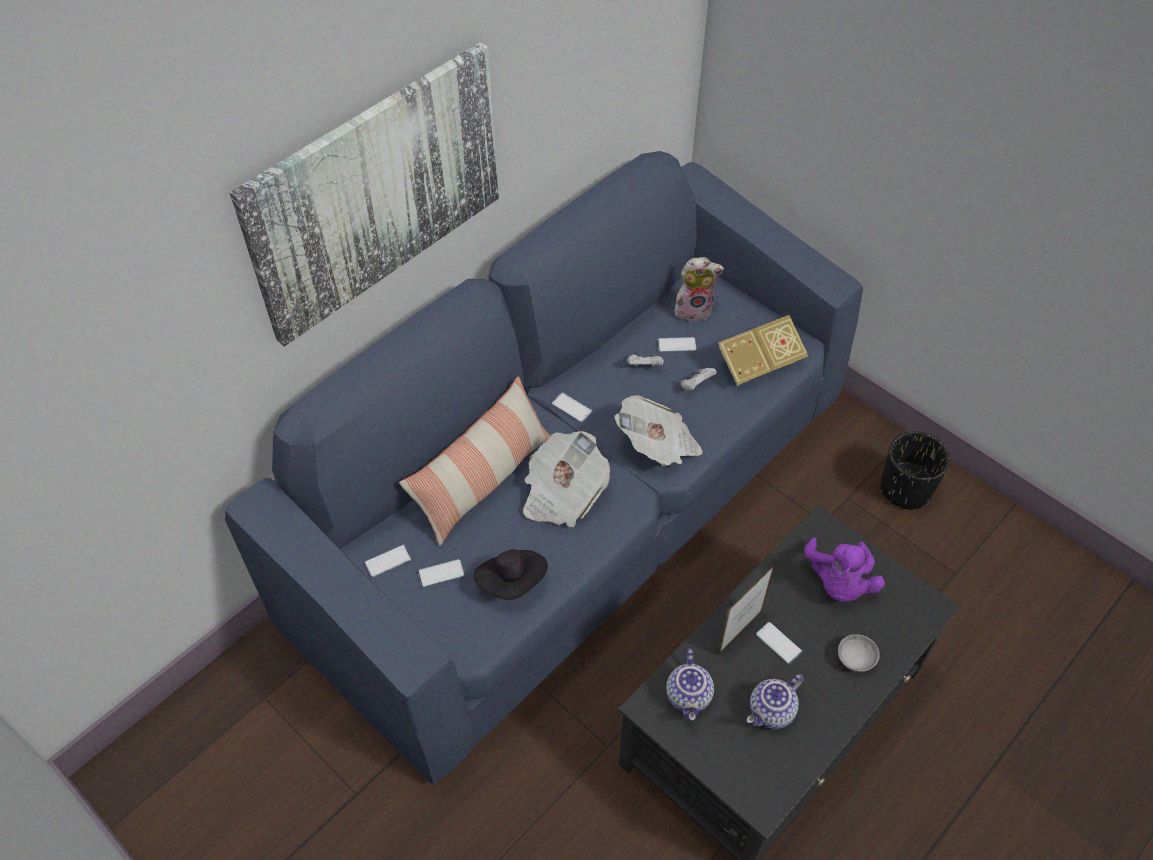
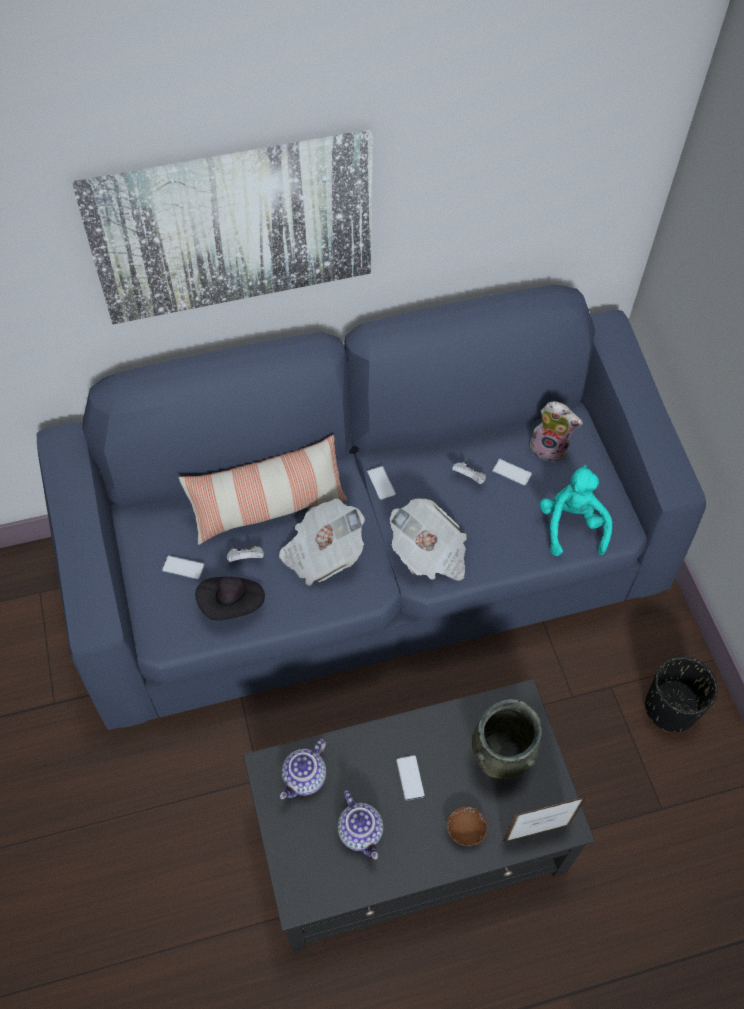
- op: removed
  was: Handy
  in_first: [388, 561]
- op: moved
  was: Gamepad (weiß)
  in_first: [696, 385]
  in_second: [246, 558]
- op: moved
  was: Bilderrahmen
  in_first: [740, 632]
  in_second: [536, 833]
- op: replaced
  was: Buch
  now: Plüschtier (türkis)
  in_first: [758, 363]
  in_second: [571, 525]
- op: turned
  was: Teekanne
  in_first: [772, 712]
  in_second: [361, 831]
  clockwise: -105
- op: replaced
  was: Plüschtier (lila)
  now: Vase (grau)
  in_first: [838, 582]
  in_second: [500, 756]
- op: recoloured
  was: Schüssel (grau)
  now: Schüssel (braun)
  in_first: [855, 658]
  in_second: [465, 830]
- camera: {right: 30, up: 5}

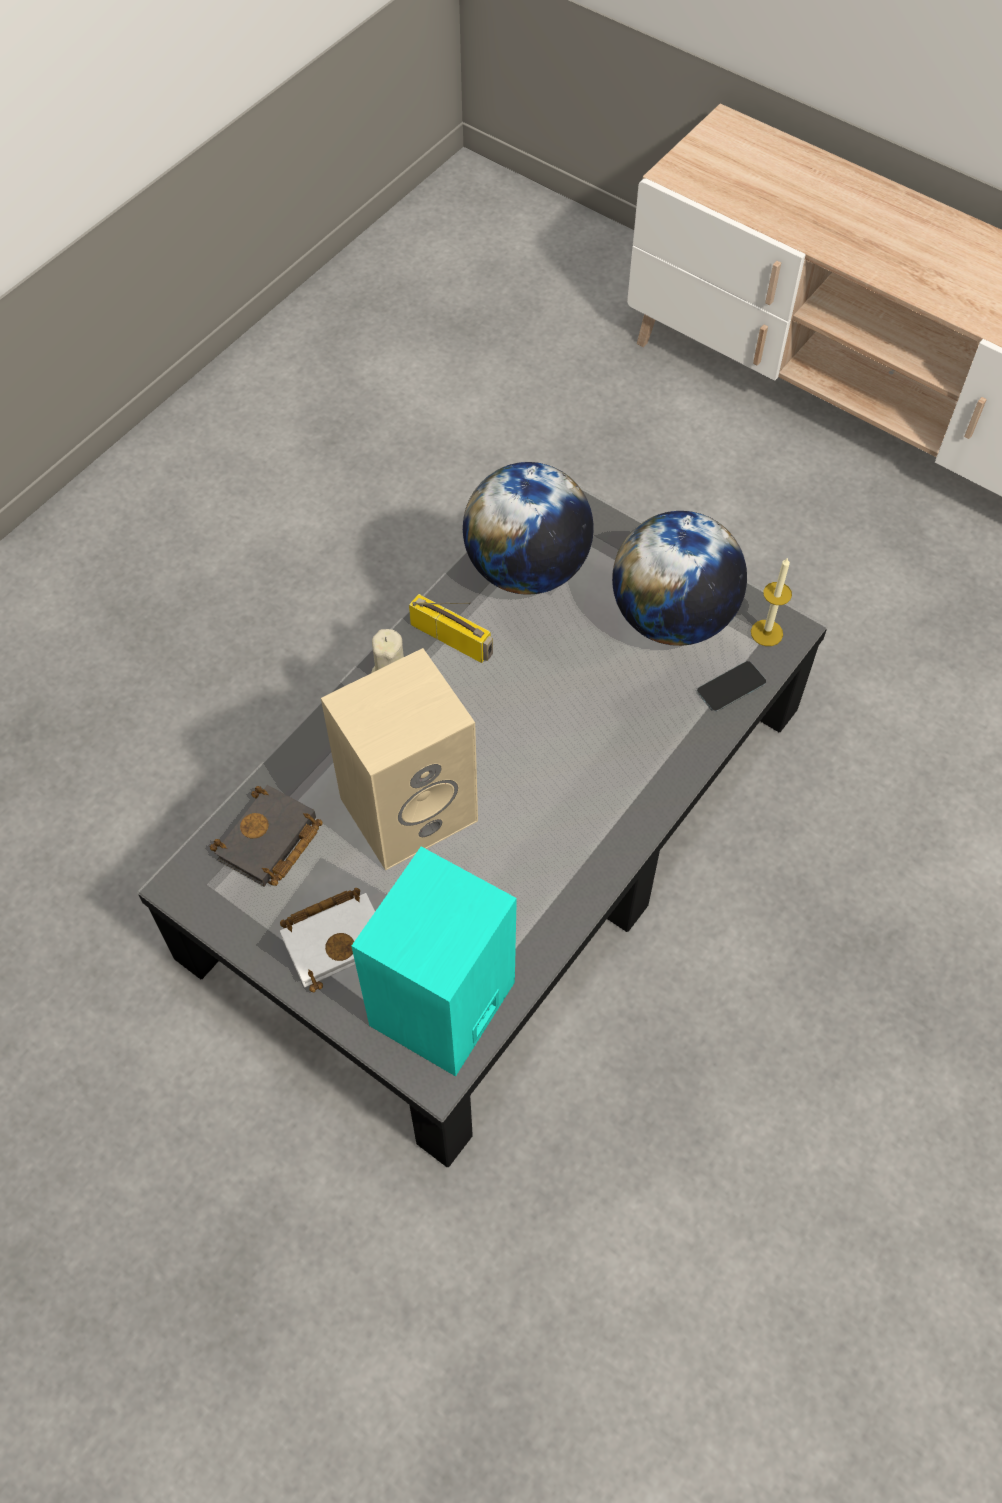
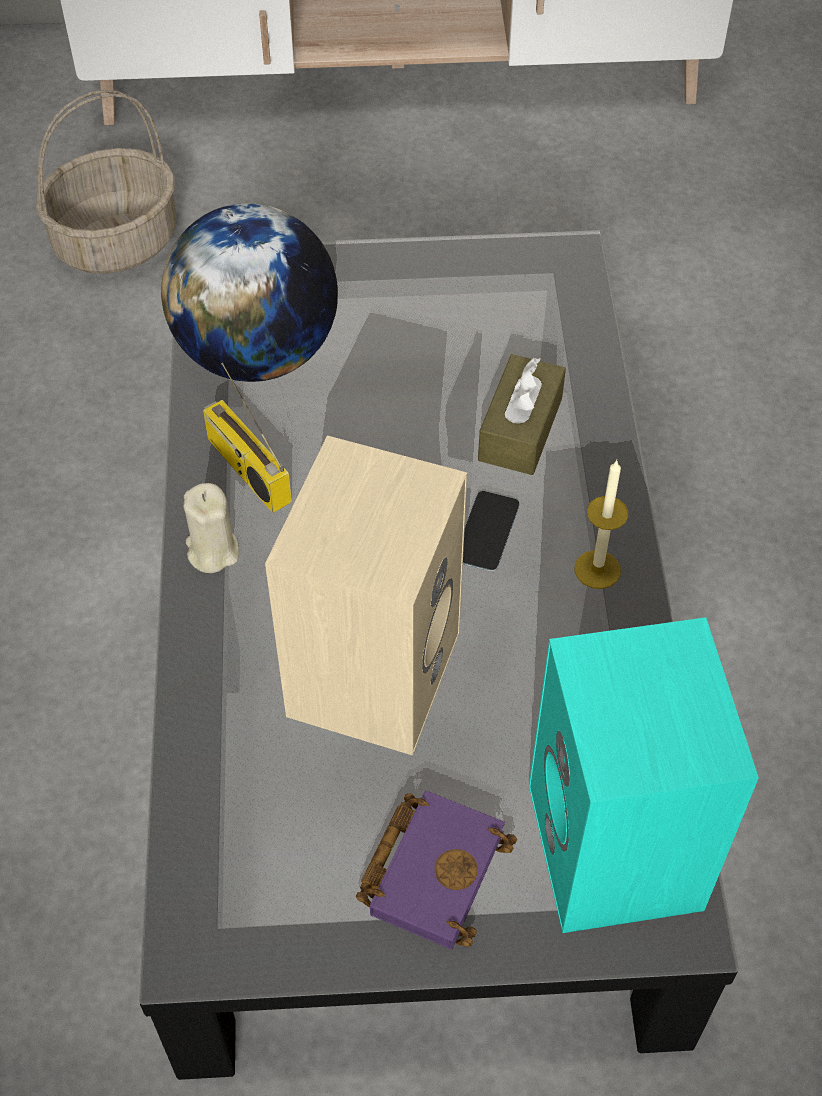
- op: removed
  was: Buch (schwarz)
  in_first: [269, 843]
- op: recoloured
  was: Buch (weiß)
  now: Buch (lila)
  in_first: [337, 938]
  in_second: [433, 868]
- op: turned
  was: Radio
  in_first: [453, 638]
  in_second: [246, 469]
  clockwise: -120
- op: removed
  was: Globus
  in_first: [672, 618]
- op: moved
  was: Handy
  in_first: [731, 687]
  in_second: [487, 531]
- op: moved
  was: Kerze
  in_first: [766, 633]
  in_second: [597, 569]
- op: added
  now: Korb
  in_second: [117, 241]
- op: added
  now: Taschentuchbox (braun)
  in_second: [520, 429]
- camera: {right: -40, up: -5}

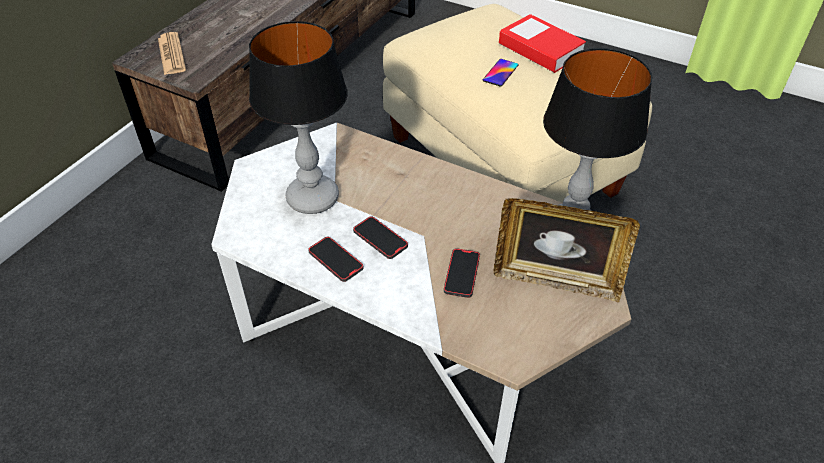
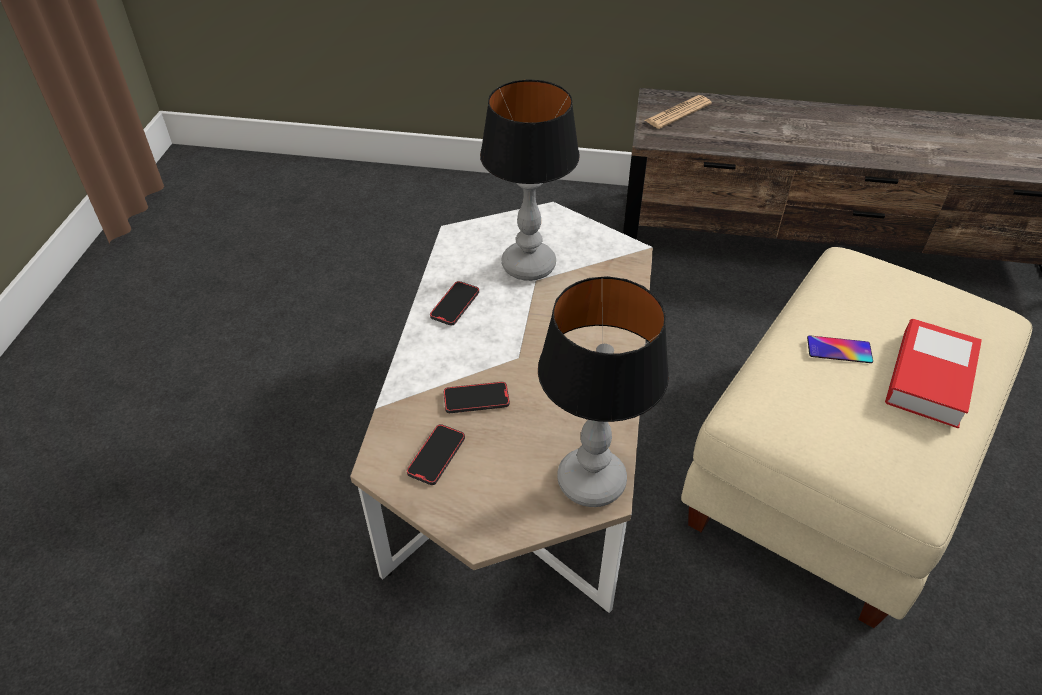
- op: moved
  was: Handy
  in_first: [380, 239]
  in_second: [436, 456]
- op: removed
  was: Bilderrahmen
  in_first: [556, 279]
- camera: {right: 70, up: 0}

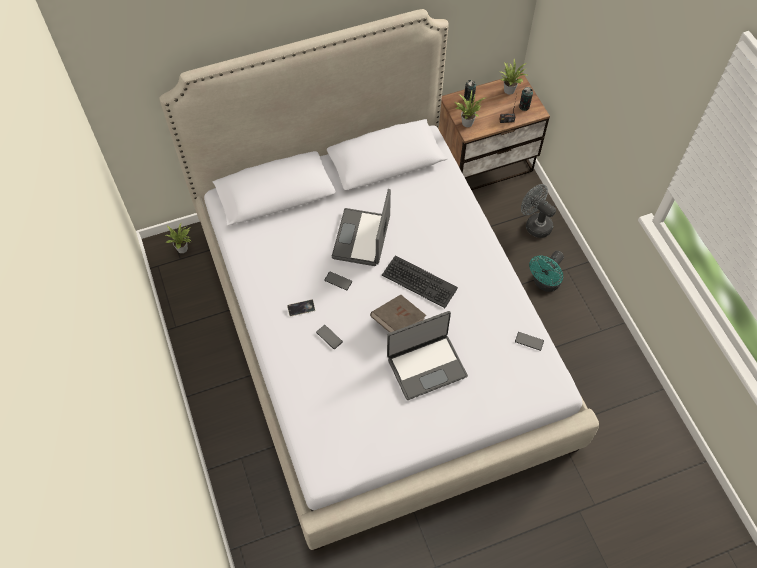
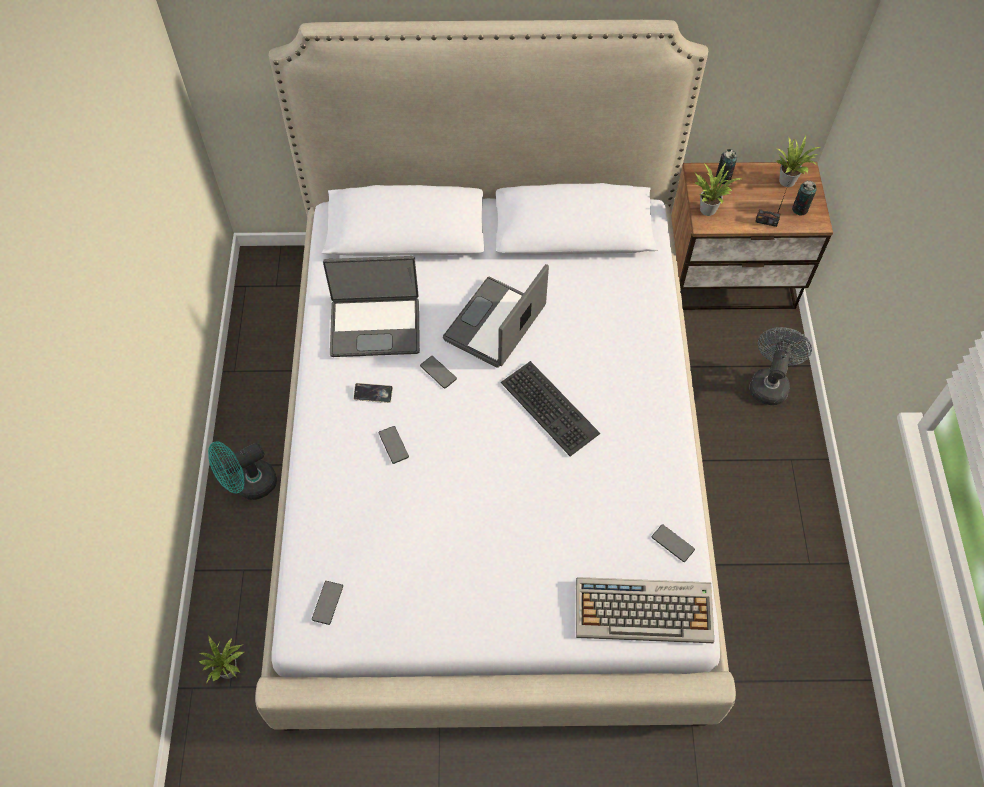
- op: moved
  was: Topfpflanze
  in_first: [184, 248]
  in_second: [231, 670]
- op: removed
  was: Buch (braun)
  in_first: [398, 321]
- op: moved
  was: Laptop
  in_first: [426, 366]
  in_second: [375, 326]
- op: turned
  was: Ventilator (grau)
  in_first: [535, 224]
  in_second: [769, 383]
  clockwise: 45
- op: moved
  was: Ventilator (türkis)
  in_first: [544, 283]
  in_second: [249, 485]
- op: added
  now: Handy
  in_second: [327, 603]
- op: added
  now: Tastatur
  in_second: [645, 610]
- camera: {right: 20, up: 0}

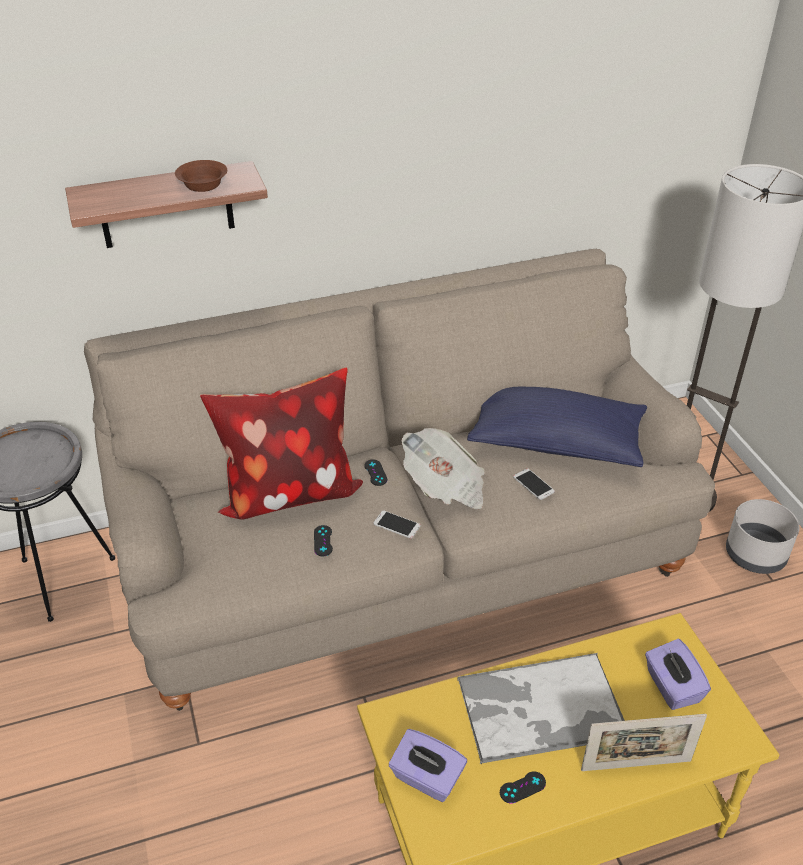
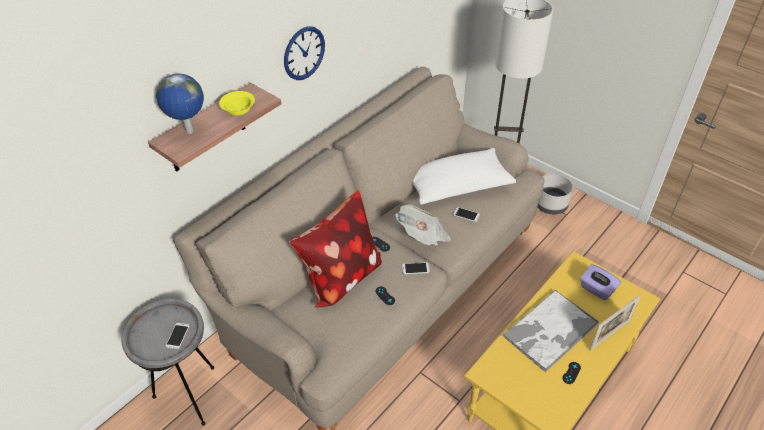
- op: recoloured
  was: Schüssel (braun)
  now: Schüssel (gelb)
  in_first: [201, 185]
  in_second: [237, 109]
- op: removed
  was: Taschentuchbox (lila)
  in_first: [426, 778]
- op: recoloured
  was: Kissen (blau)
  now: Kissen (weiß)
  in_first: [556, 442]
  in_second: [457, 186]
- op: added
  now: Globus
  in_second: [189, 132]
- op: added
  now: Handy
  in_second: [177, 336]
- op: added
  now: Wanduhr
  in_second: [304, 53]
- camera: {right: -30, up: 5}

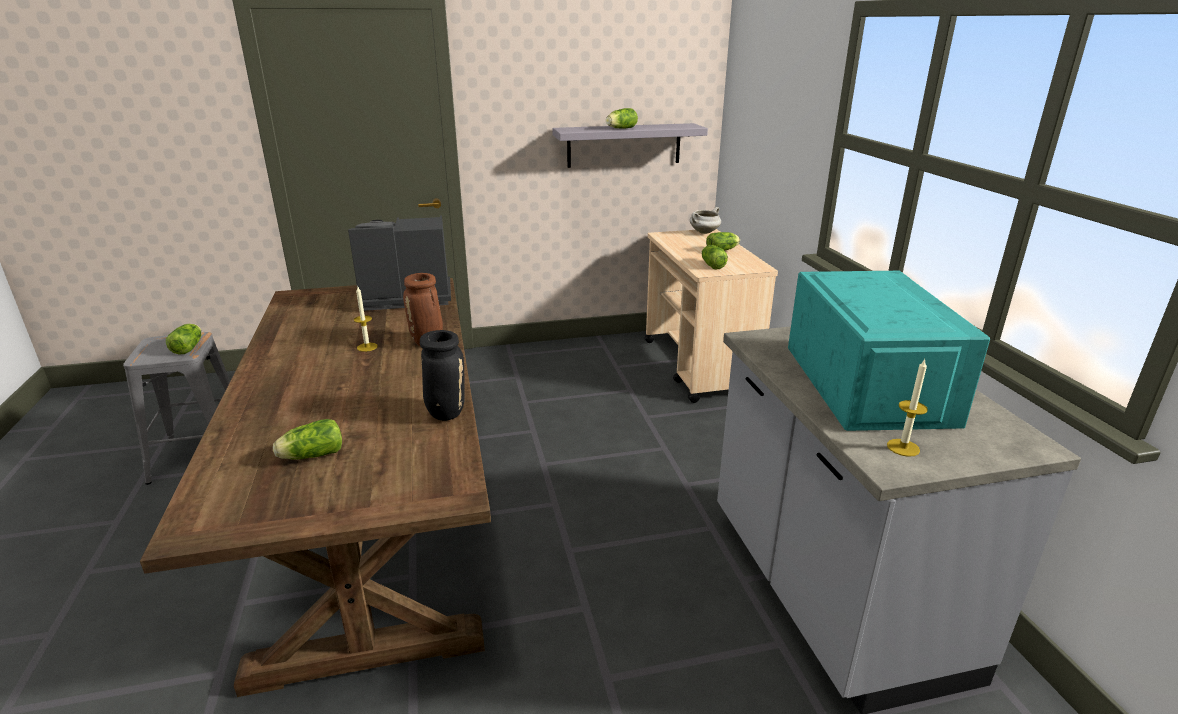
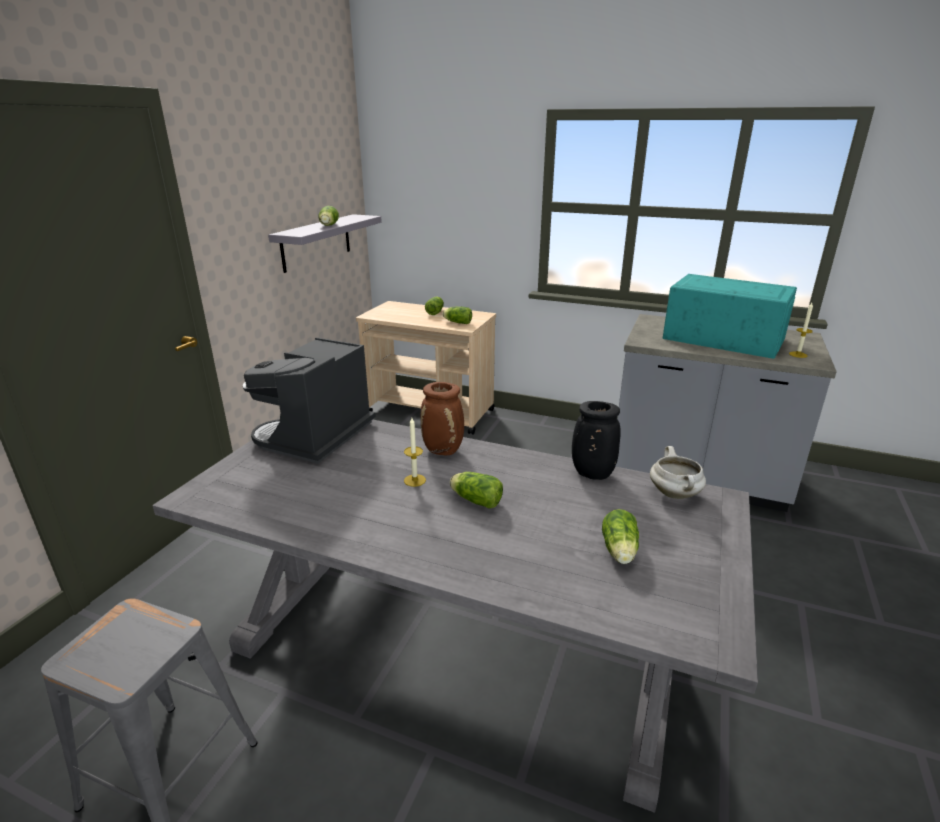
- op: recoloured
  was: Esstisch (braun)
  now: Esstisch (grau)
  in_first: [375, 513]
  in_second: [456, 641]
- op: moved
  was: Salatkopf
  in_first: [189, 347]
  in_second: [475, 500]
- op: moved
  was: Kochtopf (weiß)
  in_first: [704, 232]
  in_second: [675, 494]
- camera: {right: -55, up: 0}

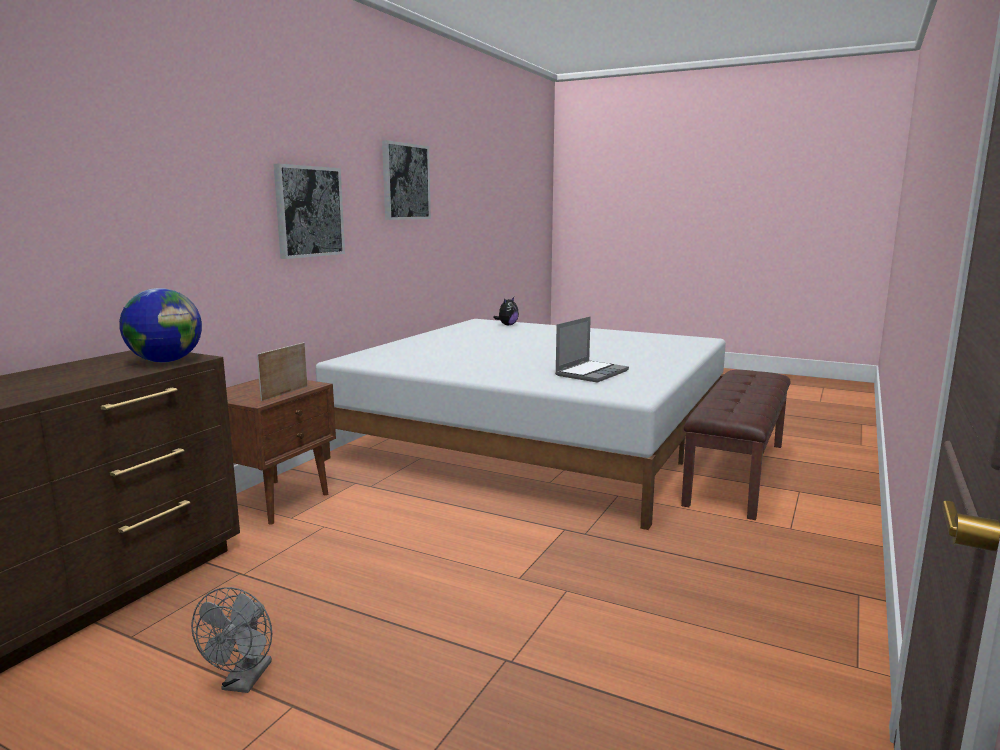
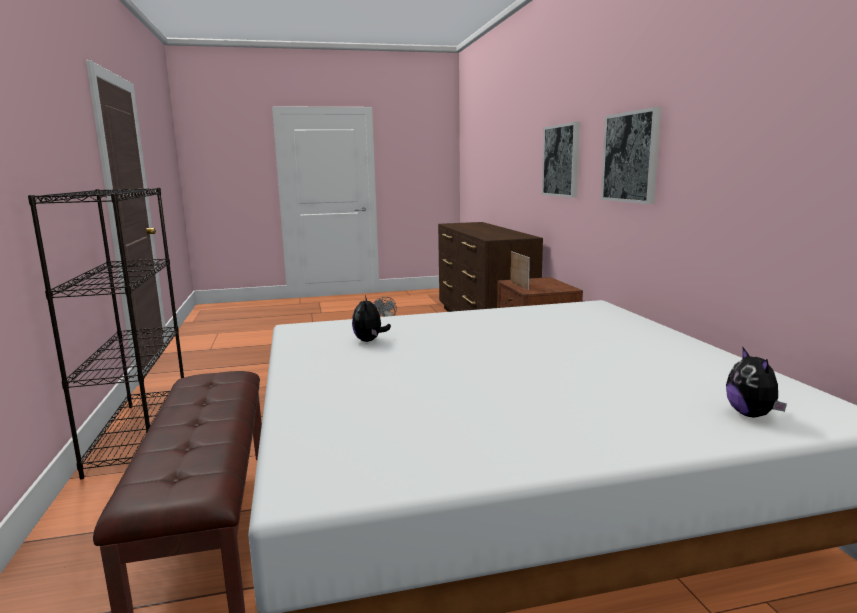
- op: removed
  was: Globus
  in_first: [166, 361]
- op: moved
  was: Bild
  in_first: [405, 181]
  in_second: [561, 160]
- op: replaced
  was: Laptop
  now: Plüschtier
  in_first: [591, 373]
  in_second: [369, 340]
- op: added
  now: Bücherregal (schwarz)
  in_second: [140, 434]
- camera: {right: 140, up: 0}

